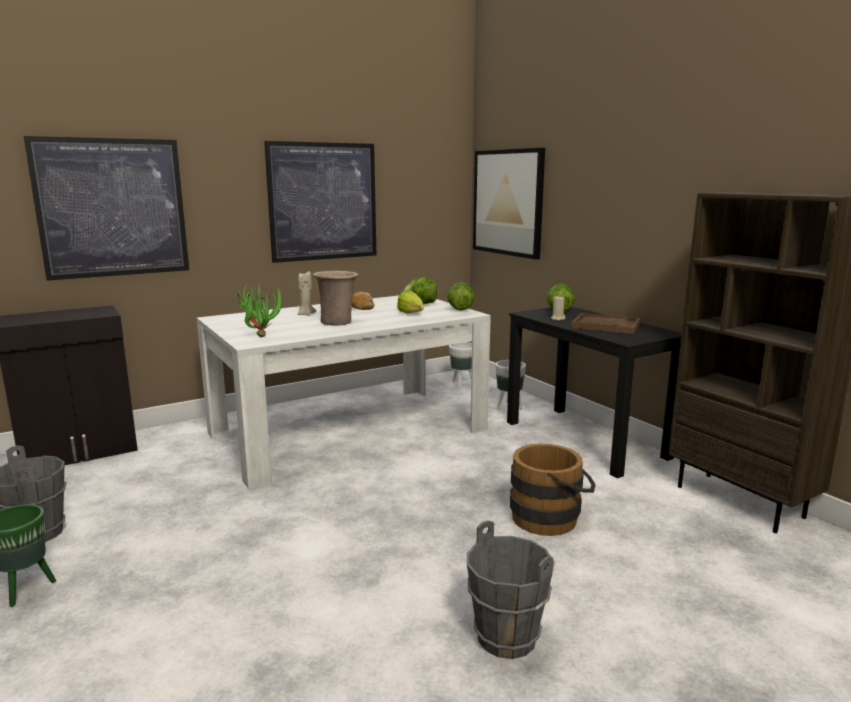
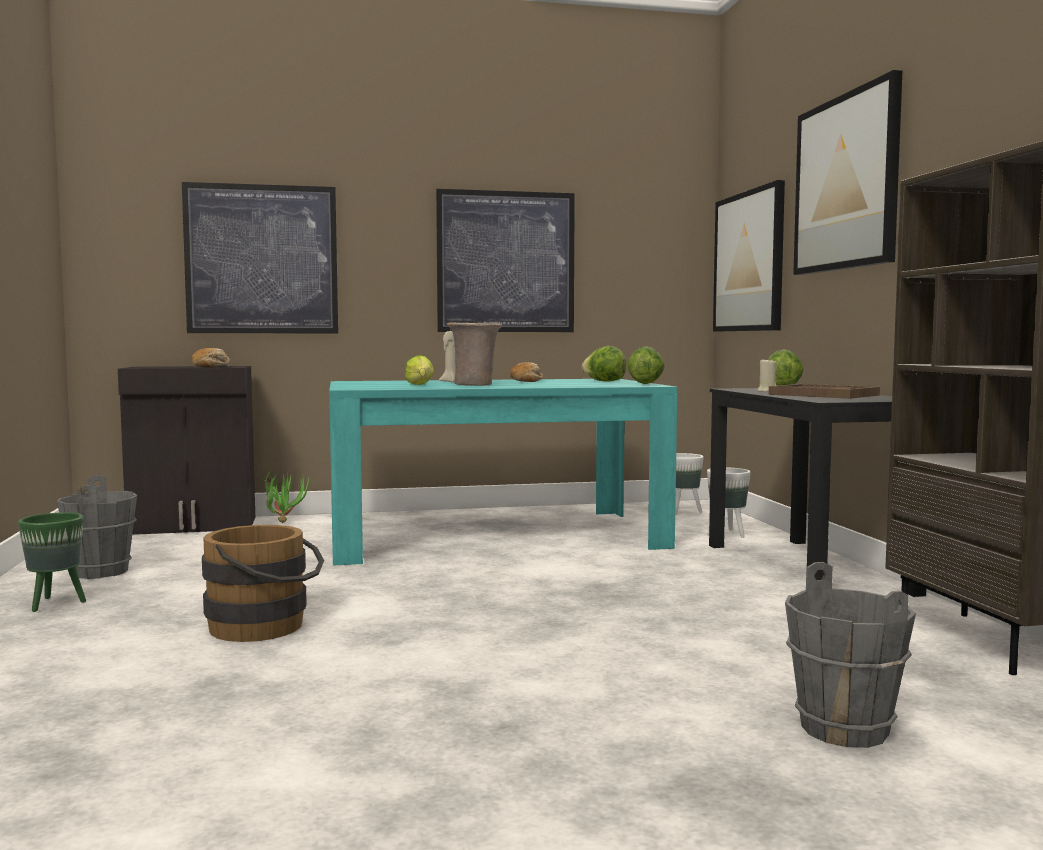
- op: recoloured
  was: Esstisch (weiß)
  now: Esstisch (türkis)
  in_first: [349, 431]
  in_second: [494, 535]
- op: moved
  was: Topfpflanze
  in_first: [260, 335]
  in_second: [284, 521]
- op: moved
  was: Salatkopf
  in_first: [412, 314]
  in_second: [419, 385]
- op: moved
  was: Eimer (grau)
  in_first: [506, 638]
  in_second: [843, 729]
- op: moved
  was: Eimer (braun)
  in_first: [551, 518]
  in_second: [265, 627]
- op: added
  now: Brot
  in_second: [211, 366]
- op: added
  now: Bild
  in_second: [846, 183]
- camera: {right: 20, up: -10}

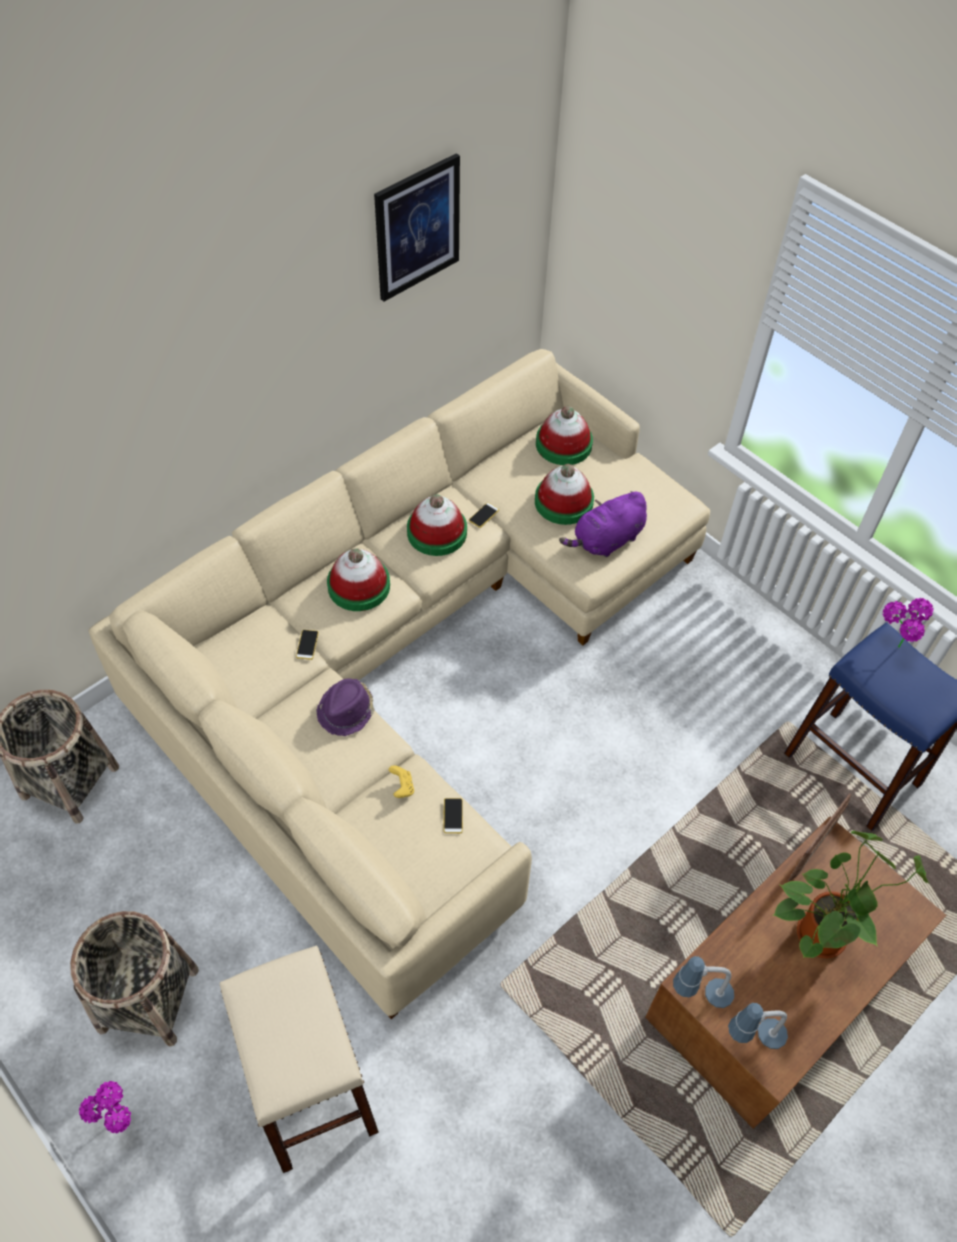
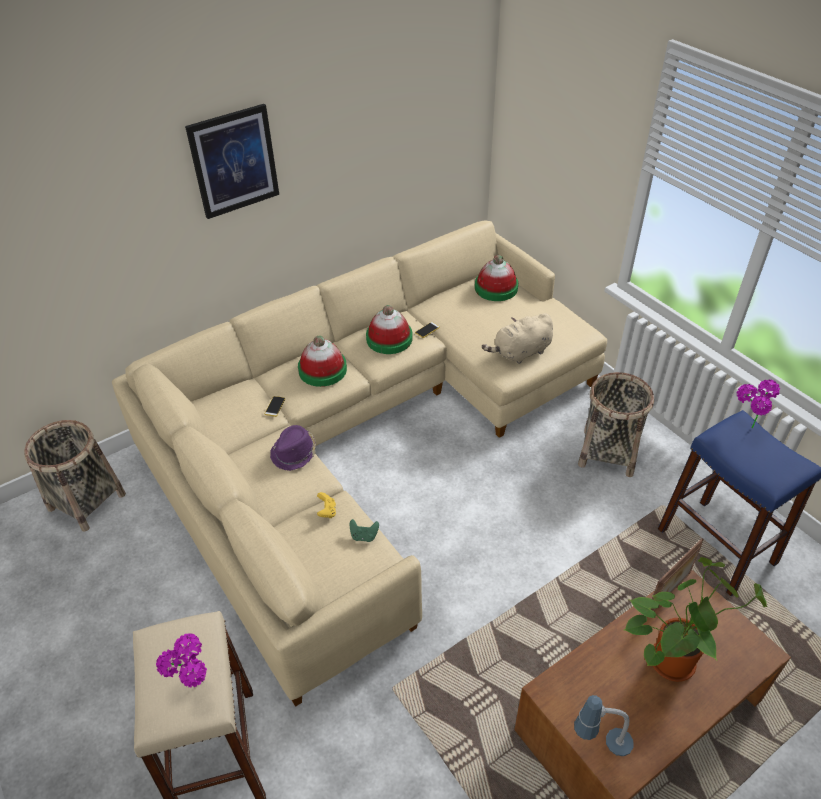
- op: moved
  was: Korb
  in_first: [149, 998]
  in_second: [608, 452]
- op: moved
  was: Topfpflanze
  in_first: [121, 1122]
  in_second: [197, 691]
- op: moved
  was: Bild
  in_first: [417, 228]
  in_second: [234, 161]
- op: replaced
  was: Handy
  now: Gamepad (grün)
  in_first: [453, 816]
  in_second: [364, 536]
- op: removed
  was: Hut
  in_first: [563, 502]
- op: recoloured
  was: Plüschtier (lila)
  now: Plüschtier (beige)
  in_first: [606, 541]
  in_second: [520, 353]
- op: removed
  was: Tischlampe
  in_first: [699, 996]
- camera: {right: 10, up: -10}

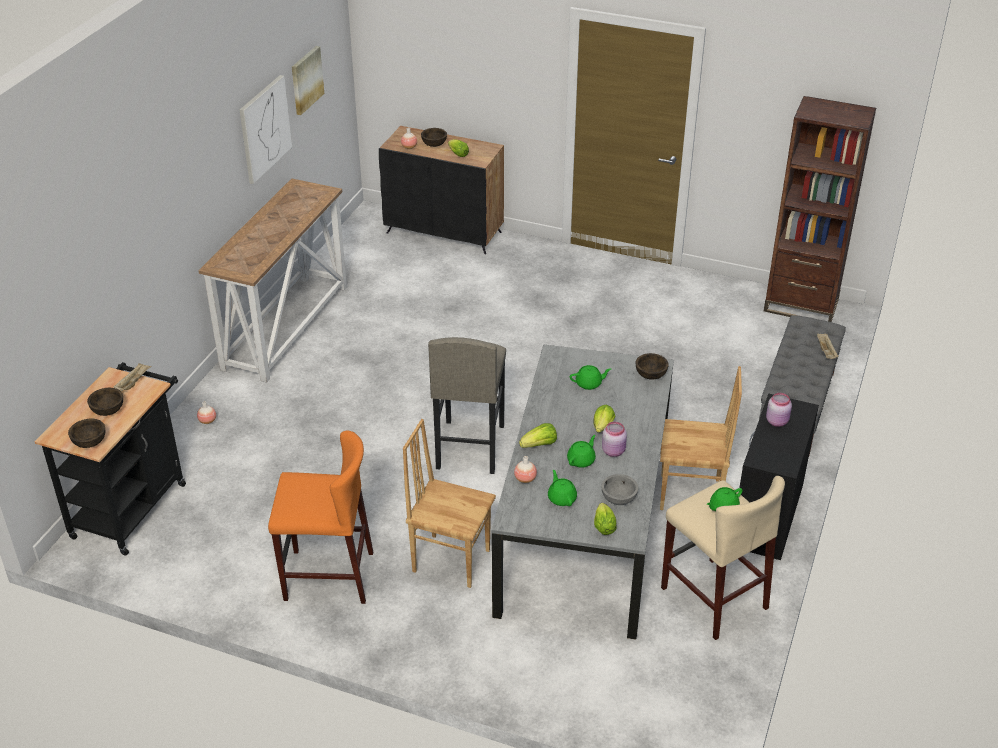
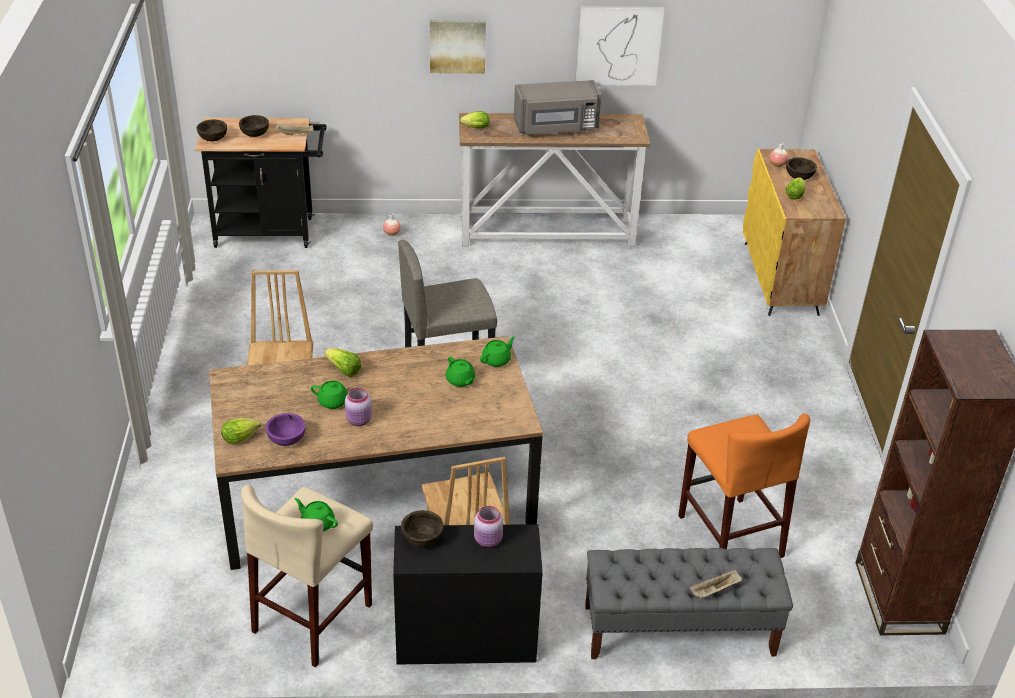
- op: moved
  was: Hocker (orange)
  in_first: [328, 576]
  in_second: [730, 535]
- op: moved
  was: Bild
  in_first: [306, 80]
  in_second: [457, 45]
- op: recoloured
  was: Schrank (schwarz)
  now: Schrank (gelb)
  in_first: [444, 232]
  in_second: [781, 278]
- op: recoloured
  was: Esstisch (grau)
  now: Esstisch (braun)
  in_first: [584, 524]
  in_second: [377, 494]
- op: removed
  was: Vase
  in_first: [525, 479]
- op: moved
  was: Teekanne (grün)
  in_first: [562, 498]
  in_second: [497, 360]
- op: moved
  was: Salatkopf
  in_first: [602, 428]
  in_second: [474, 128]
- op: recoloured
  was: Schüssel (grau)
  now: Schüssel (lila)
  in_first: [619, 498]
  in_second: [287, 439]
- op: moved
  was: Schüssel (braun)
  in_first: [650, 375]
  in_second: [422, 538]
- op: added
  now: Mikrowelle (grau)
  in_second: [556, 127]
- camera: {right: 65, up: 0}

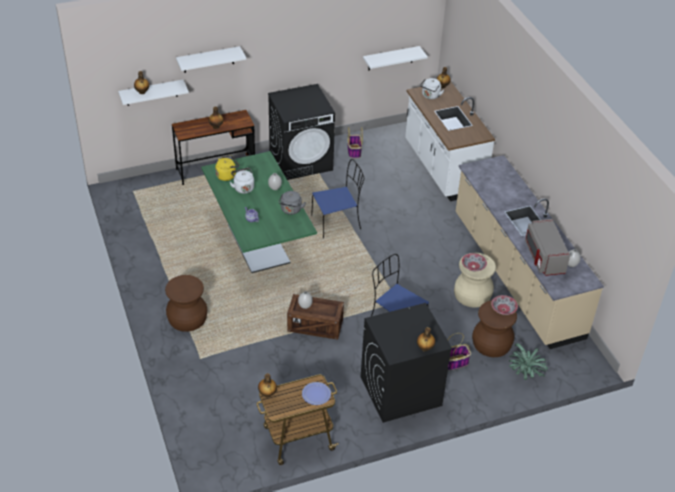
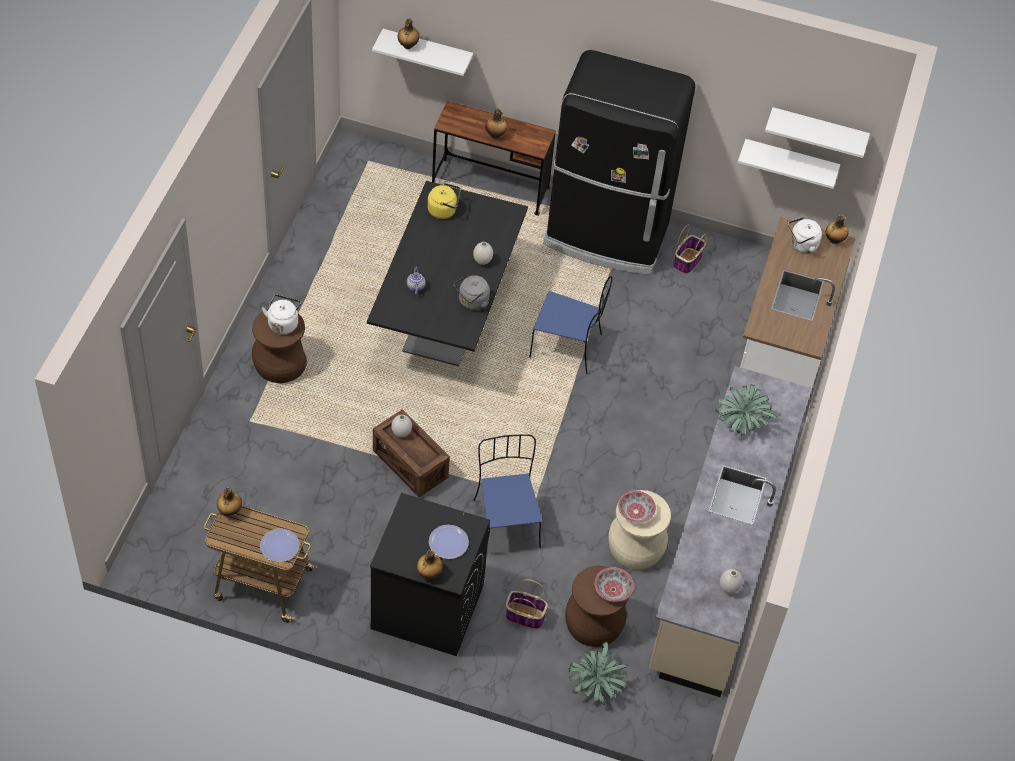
- op: moved
  was: Wandregal (weiß)
  in_first: [208, 59]
  in_second: [818, 130]
- op: recoloured
  was: Esstisch (grün)
  now: Esstisch (schwarz)
  in_first: [258, 244]
  in_second: [446, 318]
- op: moved
  was: Wasserkessel (weiß)
  in_first: [243, 187]
  in_second: [283, 323]
- op: replaced
  was: Waschmaschine (schwarz)
  now: Kühlschrank (schwarz)
  in_first: [301, 160]
  in_second: [606, 235]
- op: removed
  was: Mikrowelle (grau)
  in_first: [543, 257]
- op: added
  now: Teller
  in_second: [448, 542]
- op: added
  now: Topfpflanze
  in_second: [741, 422]
- camera: {right: 35, up: 10}

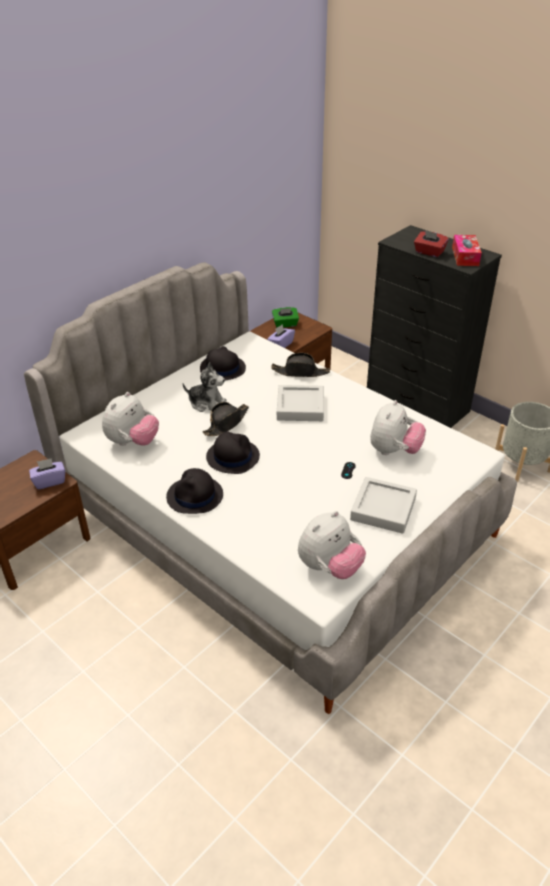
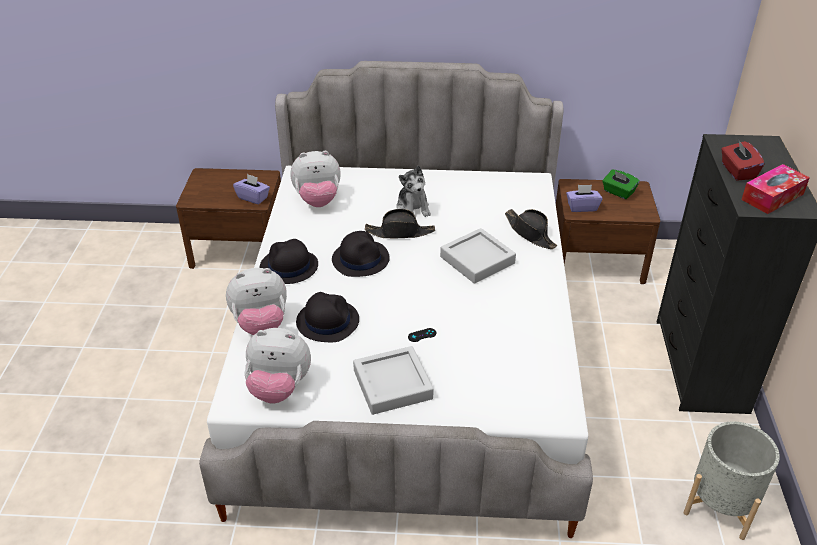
- op: moved
  was: Hut (schwarz)
  in_first: [222, 368]
  in_second: [327, 321]
- op: moved
  was: Plüschtier
  in_first: [394, 451]
  in_second: [261, 325]
- camera: {right: 50, up: 0}

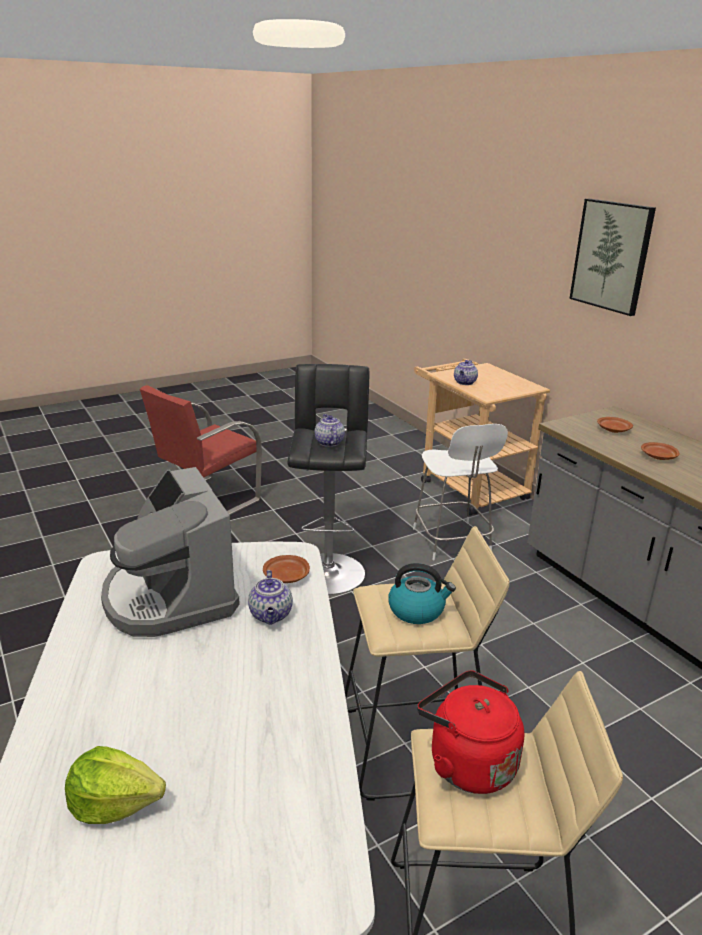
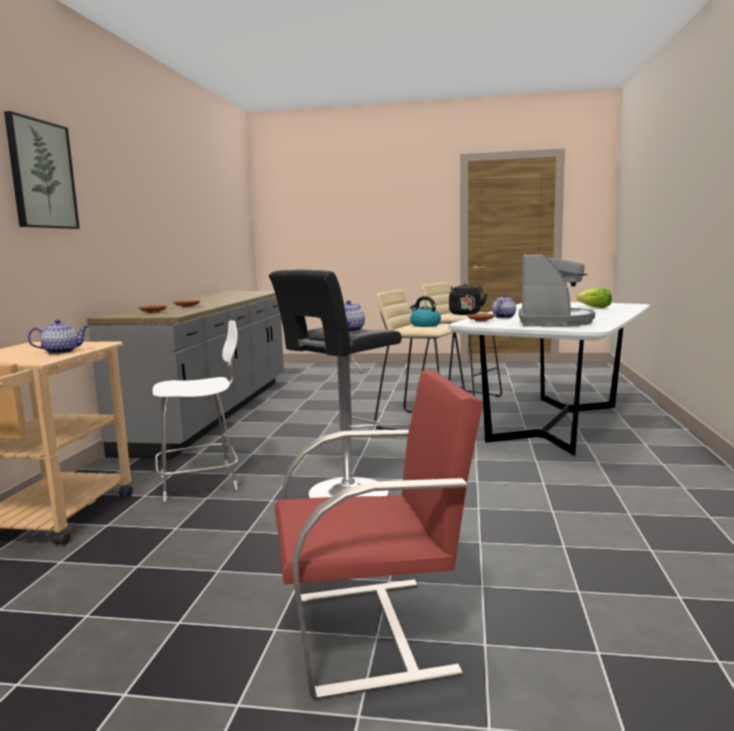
- op: turned
  was: Stuhl (weiß)
  in_first: [452, 542]
  in_second: [202, 482]
  clockwise: 45
- op: recoloured
  was: Wasserkessel (rot)
  now: Wasserkessel (schwarz)
  in_first: [467, 762]
  in_second: [465, 314]
- camera: {right: -140, up: -15}

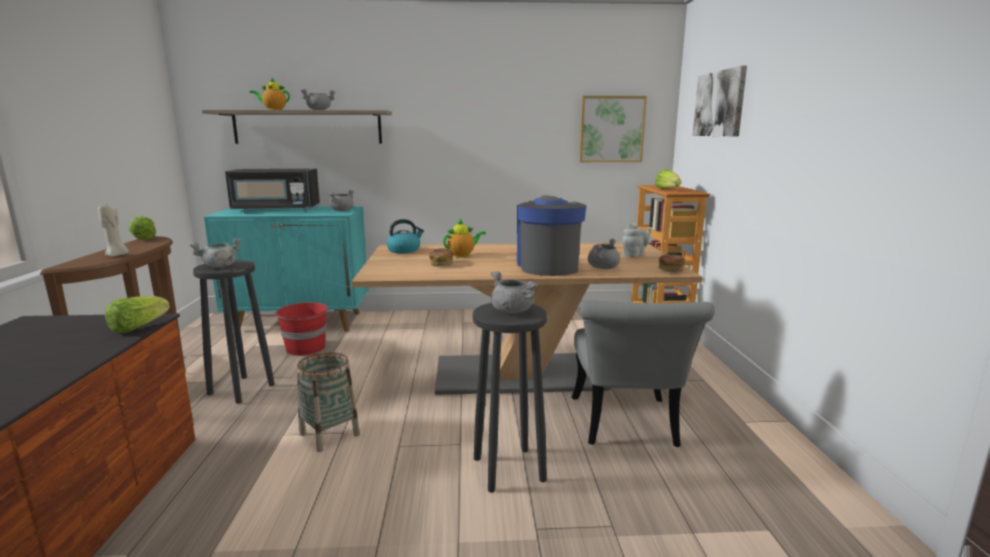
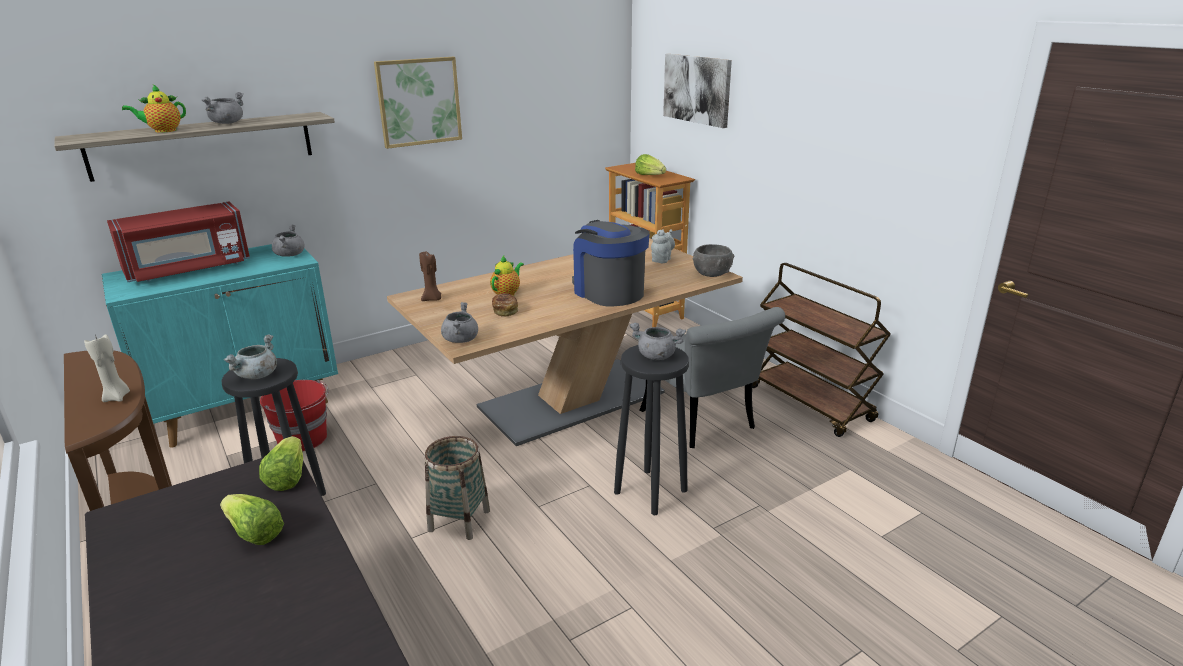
- op: moved
  was: Salatkopf
  in_first: [145, 238]
  in_second: [254, 533]
- op: recoloured
  was: Mikrowelle (schwarz)
  now: Mikrowelle (rot)
  in_first: [275, 210]
  in_second: [188, 269]
- op: replaced
  was: Wasserkessel
  now: Kerze (braun)
  in_first: [404, 250]
  in_second: [432, 299]
- op: moved
  was: Bild
  in_first: [611, 129]
  in_second: [419, 101]
- op: moved
  was: Kochtopf (grau)
  in_first: [603, 268]
  in_second: [460, 339]
- op: replaced
  was: Brot
  now: Schüssel (grau)
  in_first: [670, 270]
  in_second: [712, 274]
- op: added
  now: Rollwagen (braun)
  in_second: [811, 404]
- camera: {right: -30, up: 10}

